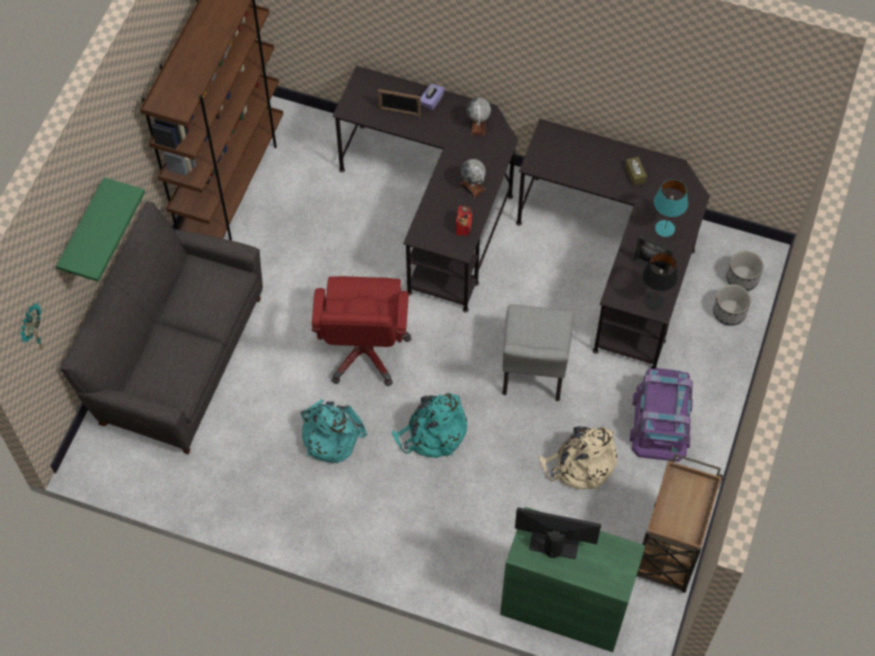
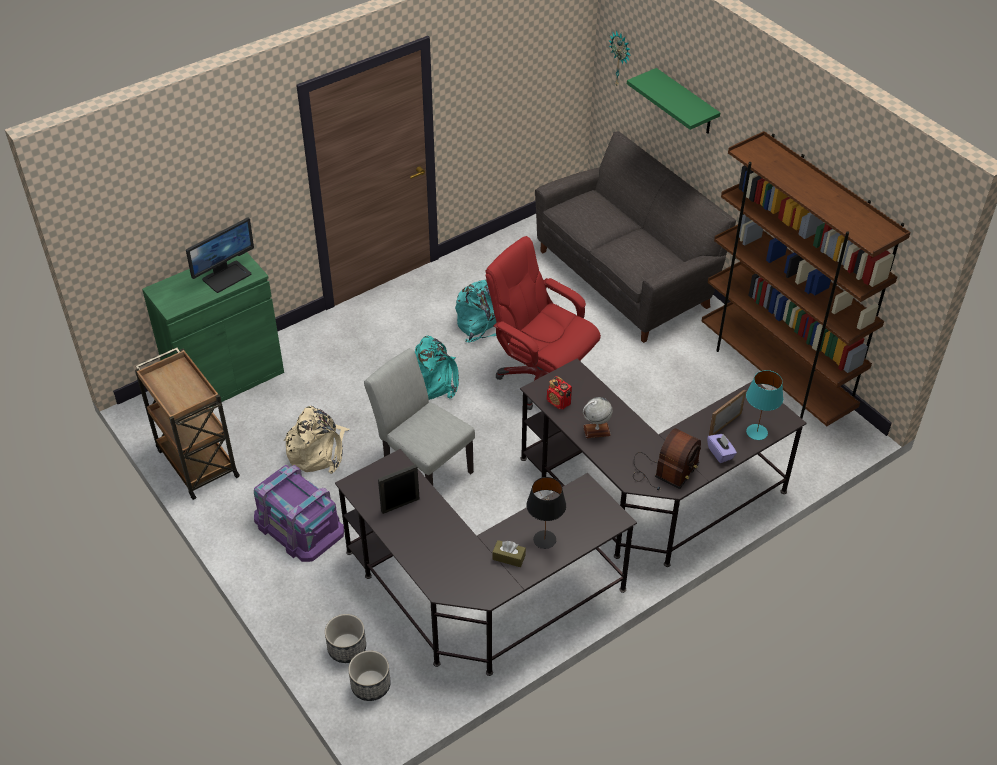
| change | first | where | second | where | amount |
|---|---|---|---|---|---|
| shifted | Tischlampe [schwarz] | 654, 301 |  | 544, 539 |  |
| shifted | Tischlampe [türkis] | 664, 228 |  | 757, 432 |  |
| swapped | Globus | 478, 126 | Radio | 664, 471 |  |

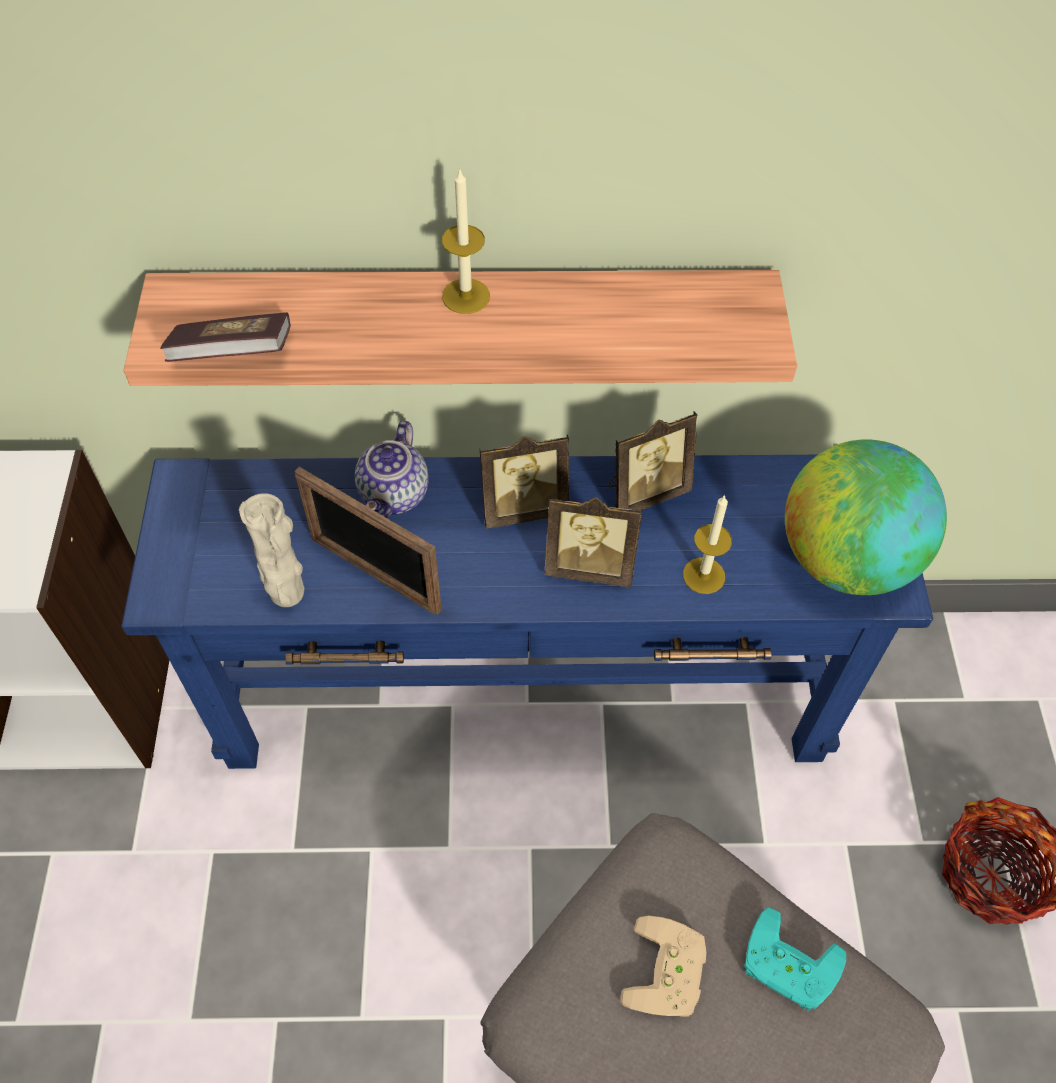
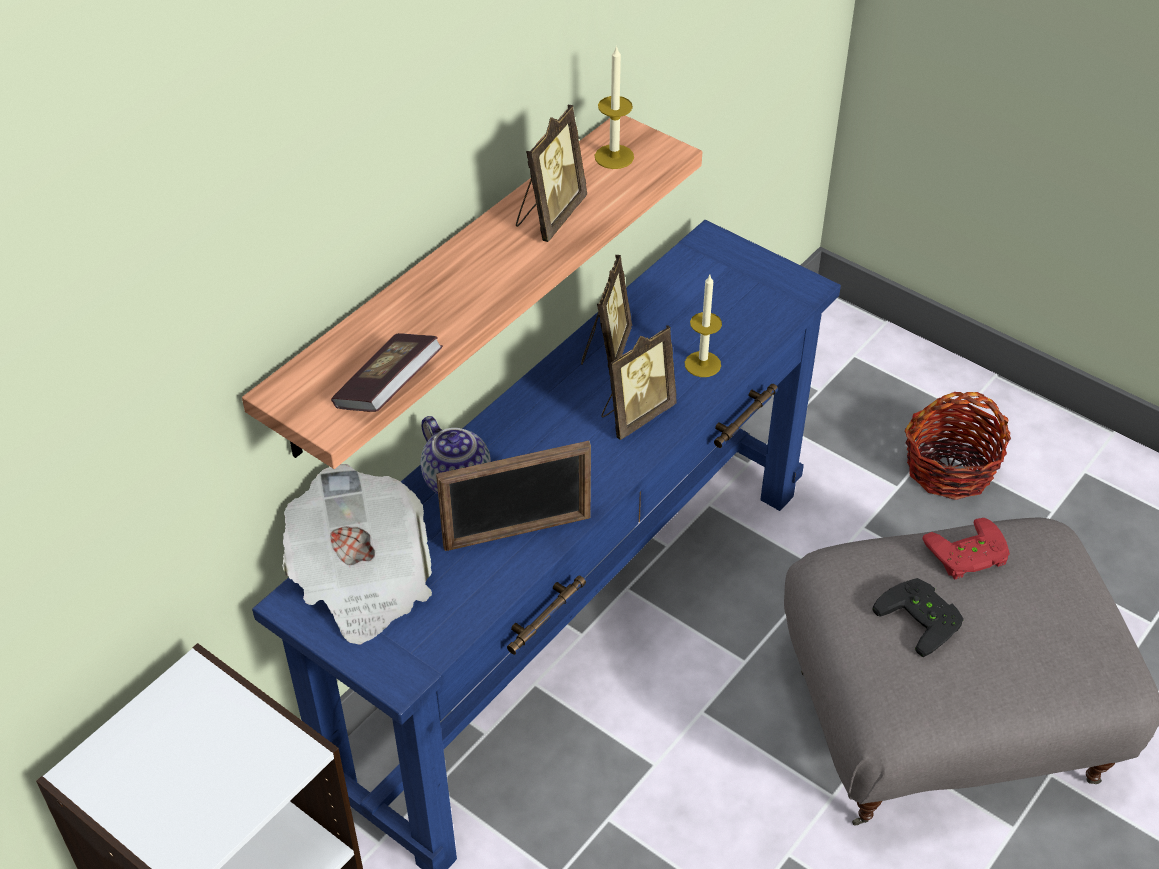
| change | first | where | second | where | amount |
|---|---|---|---|---|---|
| gone | Vase [beige] | 287, 595 |  |  |  |
| gone | Globus | 845, 559 |  |  |  |
| new |  |  | Zeitung | 362, 580 |  |
| shifted | Kerze | 466, 296 |  | 614, 157 |  |
| shifted | Bilderrahmen | 523, 508 |  | 549, 216 |  |
| repainted | Gamepad [beige] | 670, 973 | Gamepad [schwarz] | 923, 618 |  |
| repainted | Gamepad [türkis] | 786, 967 | Gamepad [rot] | 968, 556 |  |

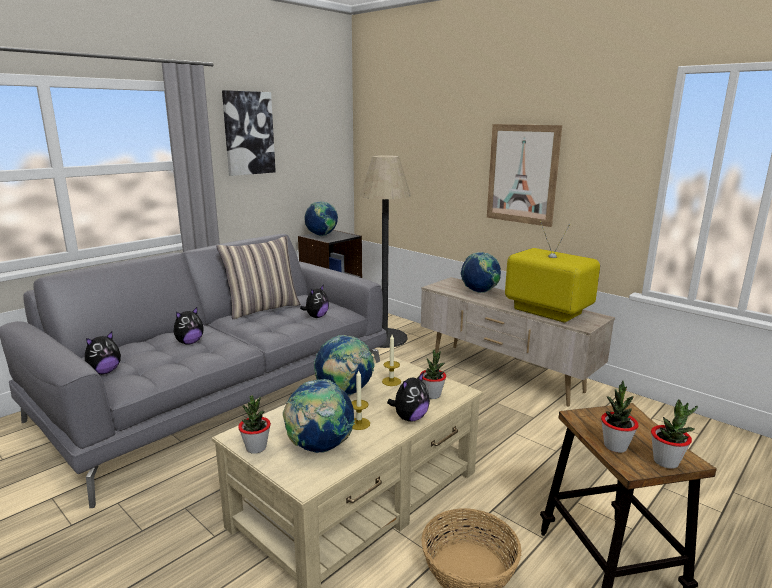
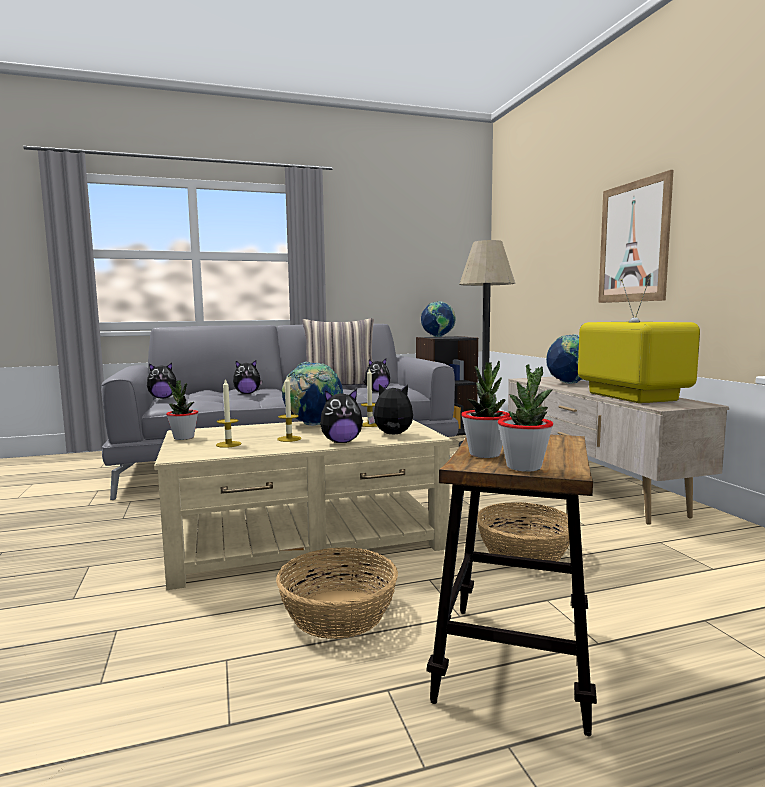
| change | first | where | second | where | amount |
|---|---|---|---|---|---|
| gone | Bild | 248, 133 |  |  |  |
| new |  |  | Korb | 524, 552 |  |
| swapped | Globus | 319, 448 | Kerze | 228, 444 |  |
| swapped | Topfpflanze | 432, 395 | Plüschtier | 392, 435 |  |

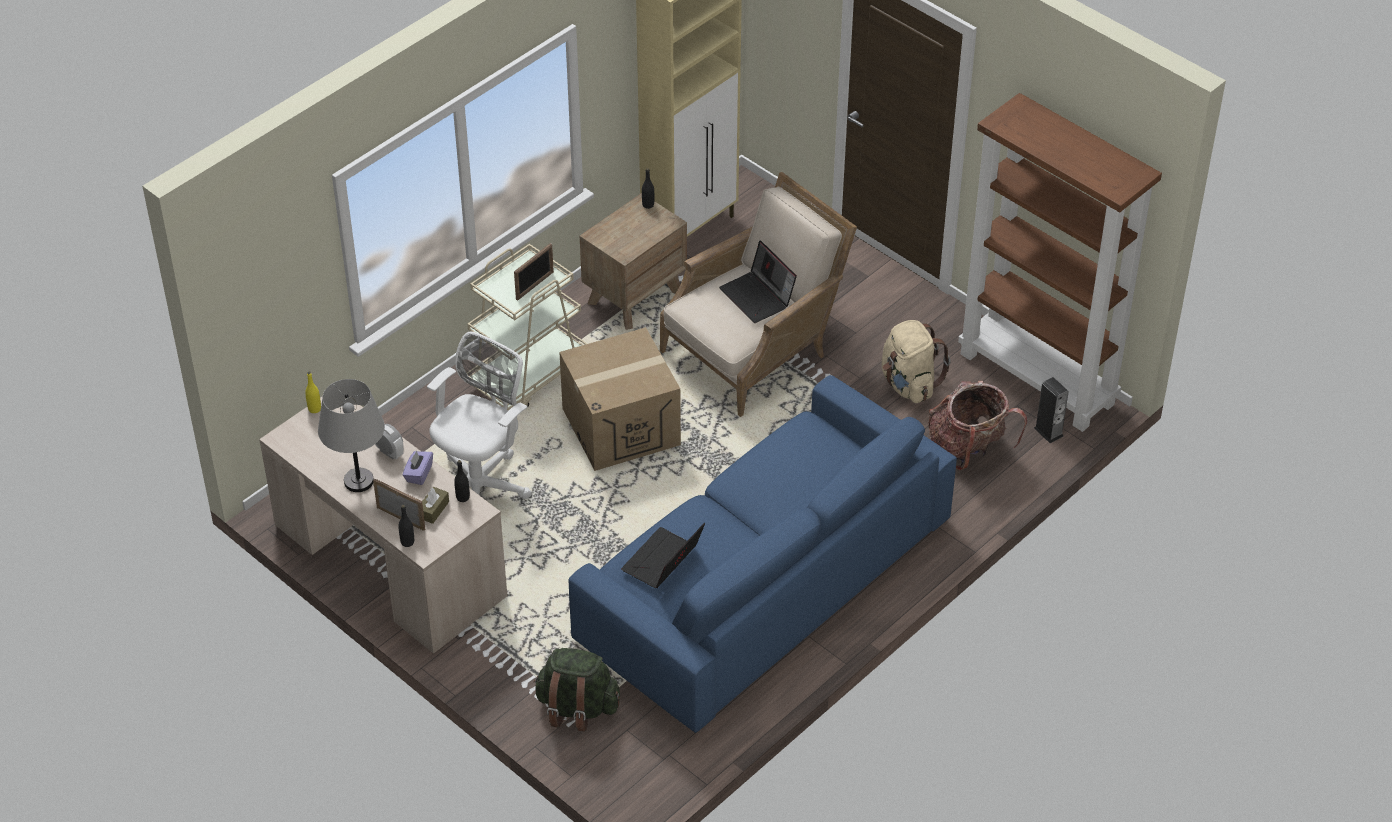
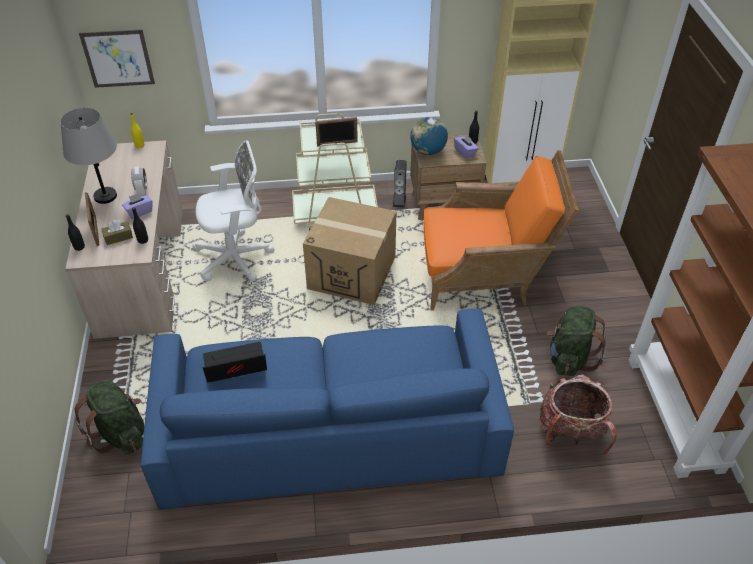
| change | first | where | second | where | amount |
|---|---|---|---|---|---|
| gone | Laptop | 758, 297 |  |  |  |
| new |  |  | Bild | 118, 58 |  |
| new |  |  | Globus | 428, 151 |  |
| new |  |  | Taschentuchbox [lila] | 465, 152 |  |
| shifted | Lautsprecher | 1048, 432 |  | 399, 201 |  |
| repainted | Sessel [beige] | 755, 349 | Sessel [orange] | 485, 274 |  |
| repainted | Rucksack [beige] | 909, 384 | Rucksack [grün] | 569, 358 |  |

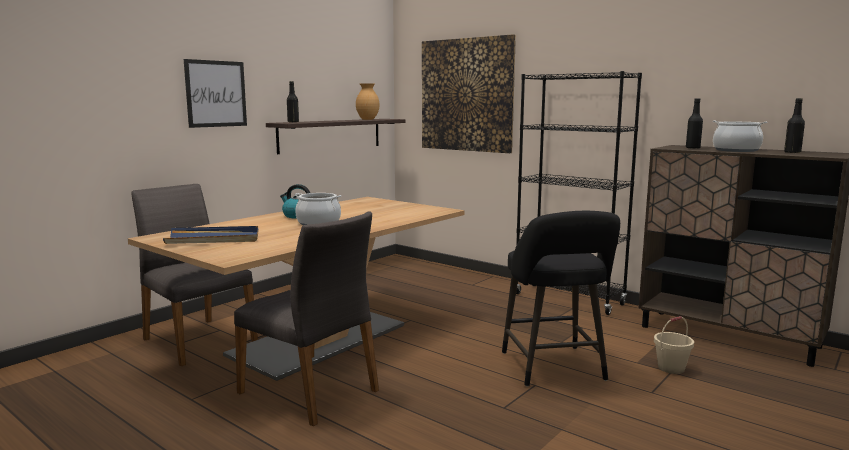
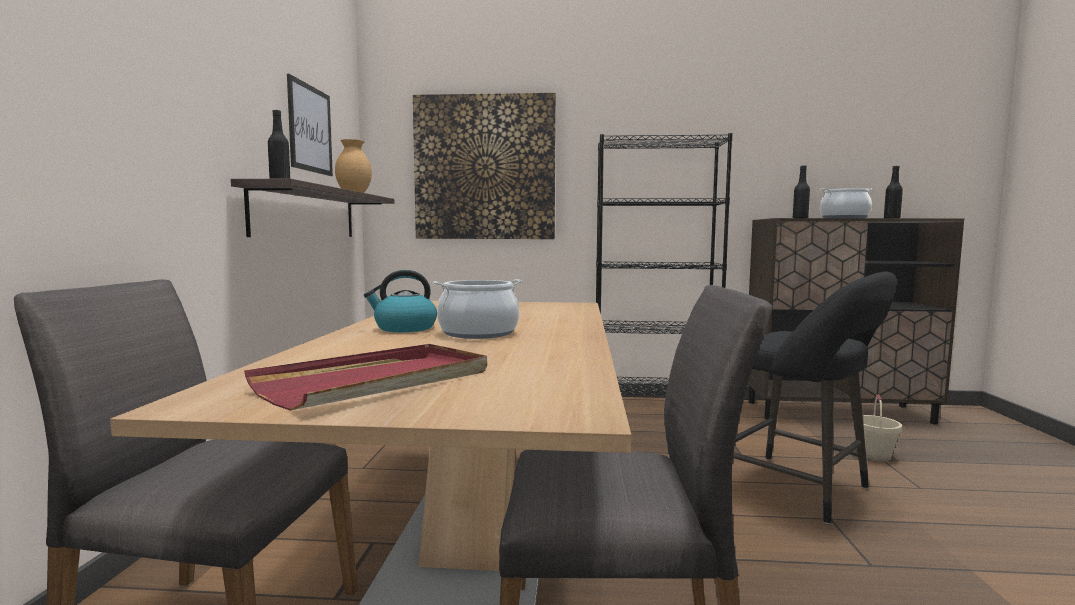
| change | first | where | second | where | amount |
|---|---|---|---|---|---|
| shifted | Bild | 216, 94 |  | 310, 129 |  |
| repainted | Tablett [blau] | 214, 239 | Tablett [rot] | 378, 381 |  |

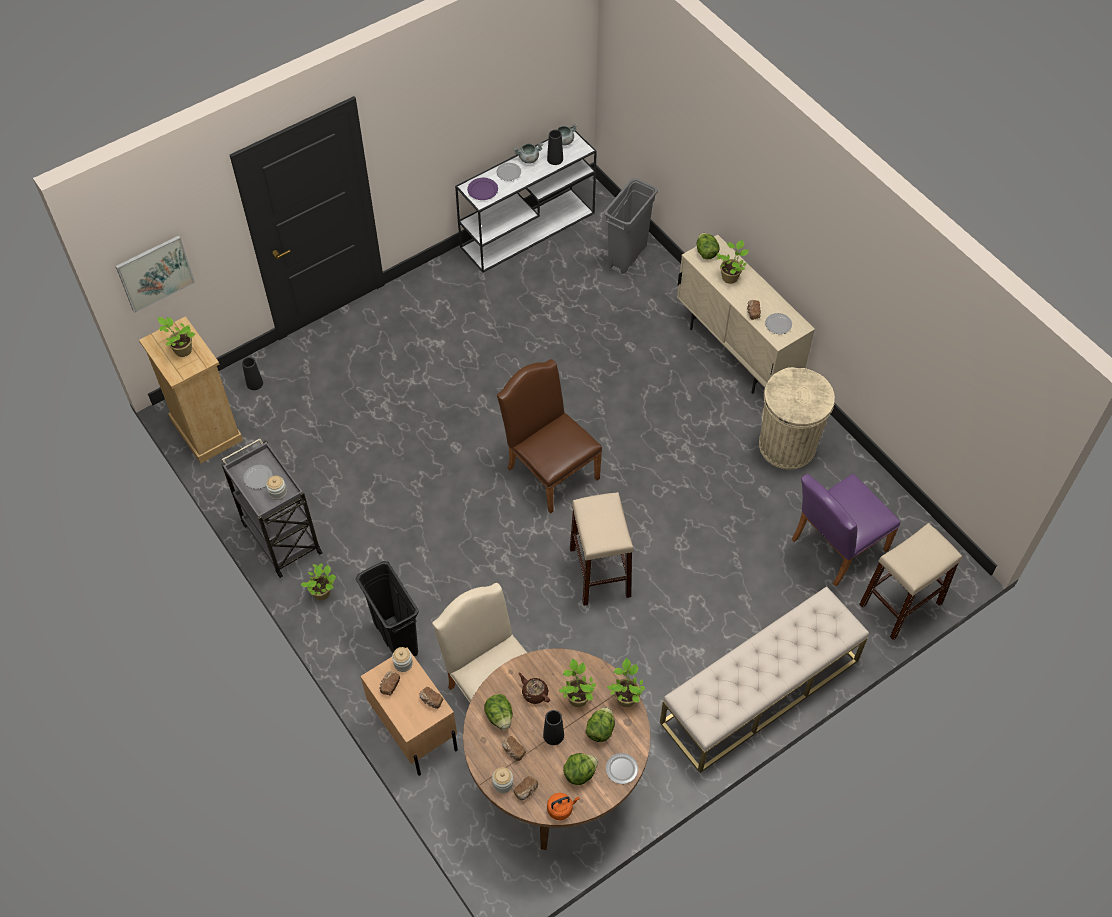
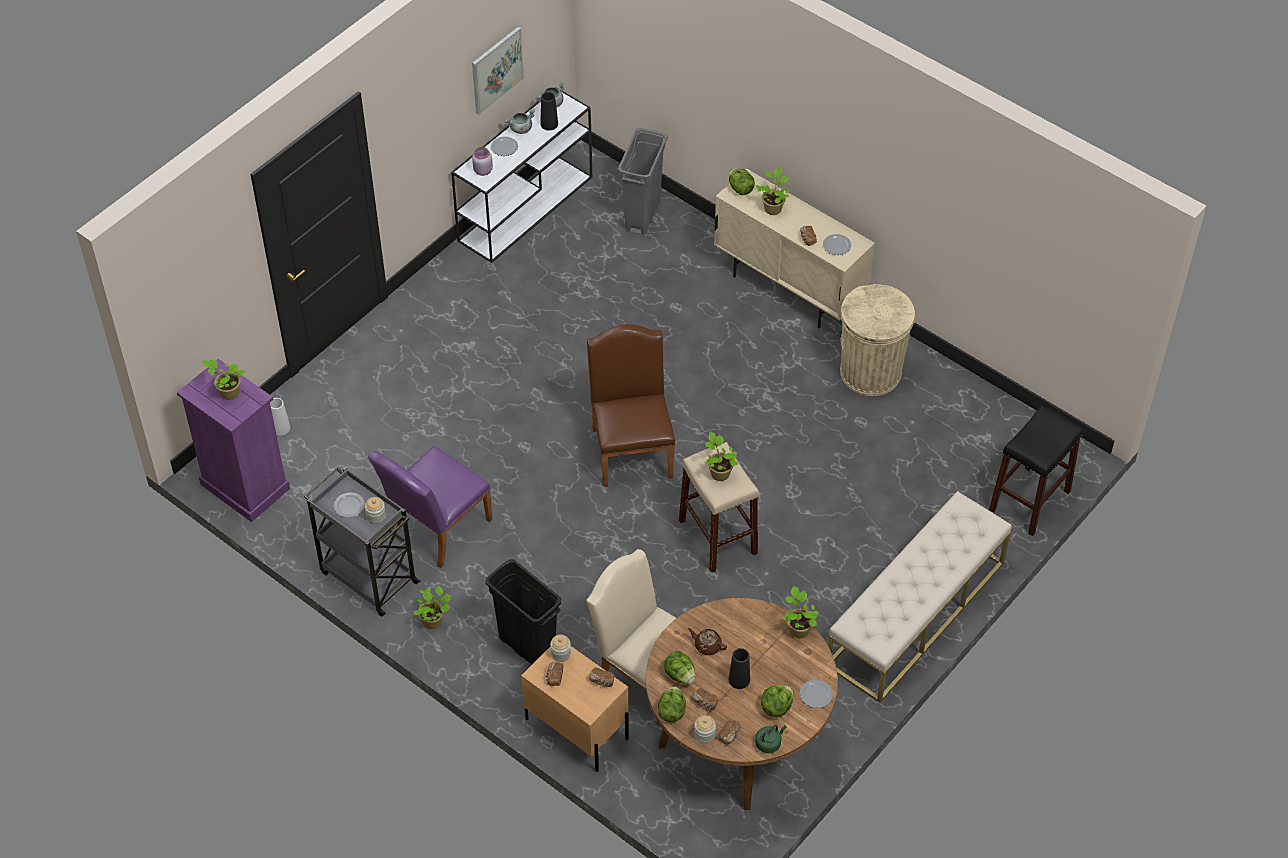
| change | first | where | second | where | amount |
|---|---|---|---|---|---|
| shifted | Bild | 155, 273 |  | 497, 69 |  |
| shifted | Topfpflanze | 577, 697 |  | 719, 473 |  |
| shifted | Salatkopf | 600, 730 |  | 671, 711 |  |
| shifted | Stuhl [lila] | 834, 547 |  | 435, 529 |  |
| swapped | Teller [lila] | 482, 190 | Vorratsglas [rosa] | 482, 171 |  |
| repainted | Kommode [beige] | 206, 429 | Kommode [lila] | 244, 486 |  |
| repainted | Vase [schwarz] | 254, 383 | Vase [weiß] | 280, 428 |  |
| repainted | Wasserkessel [orange] | 561, 808 | Wasserkessel [grün] | 769, 743 |  |
| repainted | Hocker [beige] | 900, 604 | Hocker [schwarz] | 1029, 500 |  |
| rotated | Stuhl [braun] | 549, 469 |  | 631, 447 | 45 degrees clockwise |

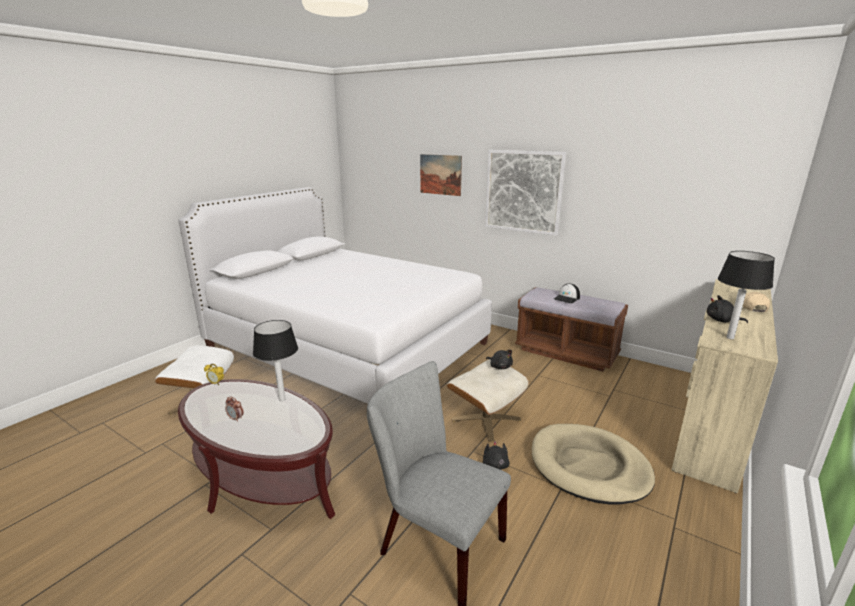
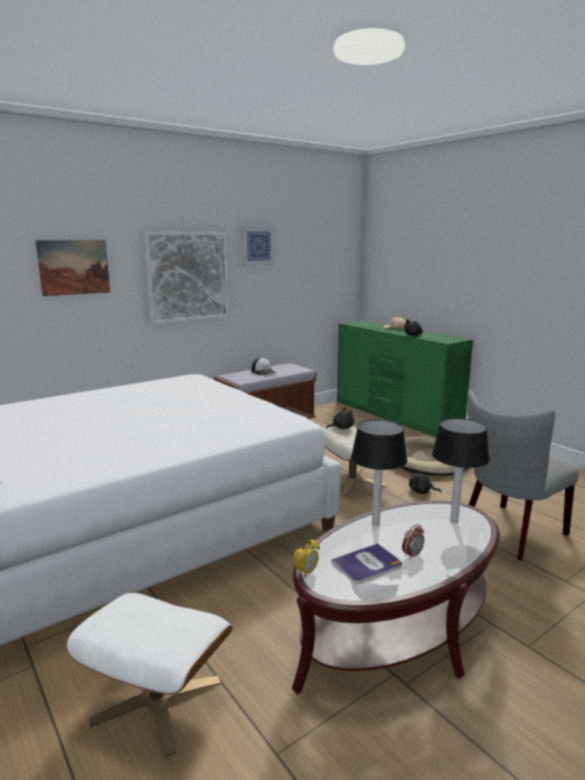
| change | first | where | second | where | amount |
|---|---|---|---|---|---|
| new |  |  | Bild | 257, 245 |  |
| new |  |  | Buch | 367, 564 |  |
| shifted | Tischlampe | 730, 337 |  | 454, 521 |  |
| repainted | Kommode [beige] | 710, 423 | Kommode [grün] | 395, 416 |  |

